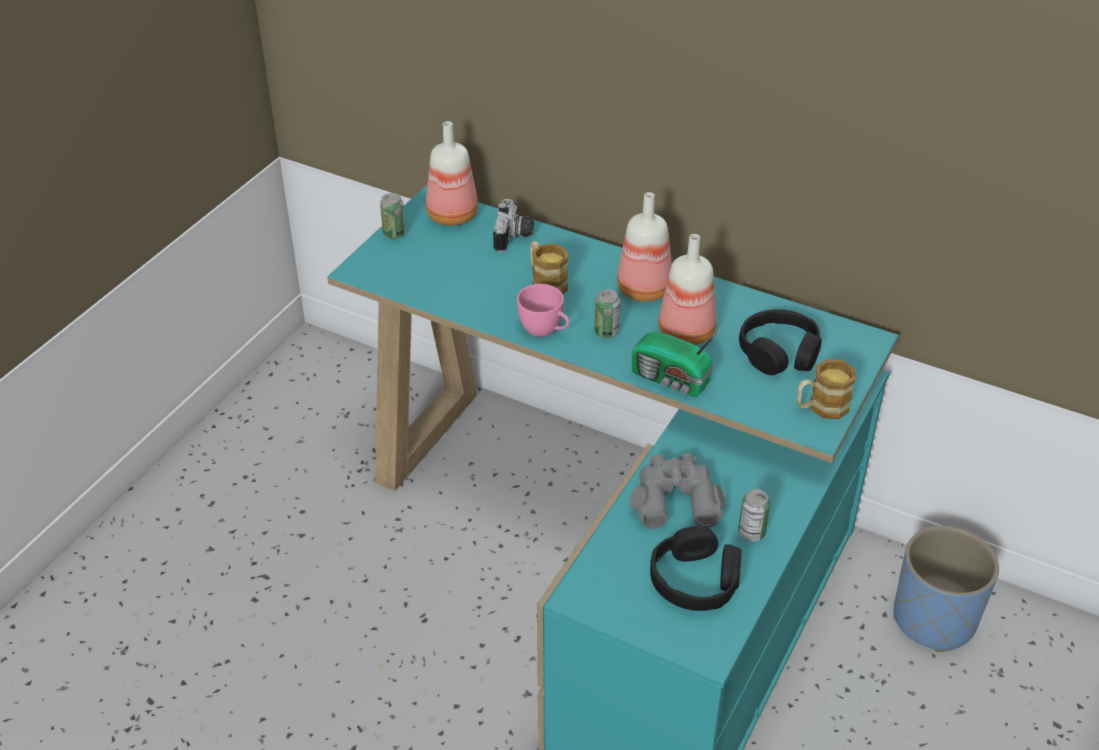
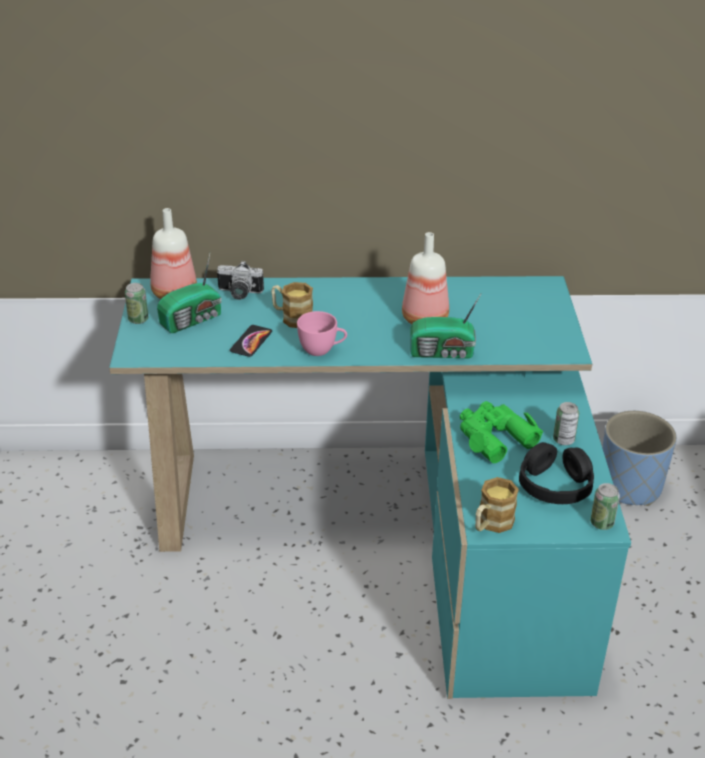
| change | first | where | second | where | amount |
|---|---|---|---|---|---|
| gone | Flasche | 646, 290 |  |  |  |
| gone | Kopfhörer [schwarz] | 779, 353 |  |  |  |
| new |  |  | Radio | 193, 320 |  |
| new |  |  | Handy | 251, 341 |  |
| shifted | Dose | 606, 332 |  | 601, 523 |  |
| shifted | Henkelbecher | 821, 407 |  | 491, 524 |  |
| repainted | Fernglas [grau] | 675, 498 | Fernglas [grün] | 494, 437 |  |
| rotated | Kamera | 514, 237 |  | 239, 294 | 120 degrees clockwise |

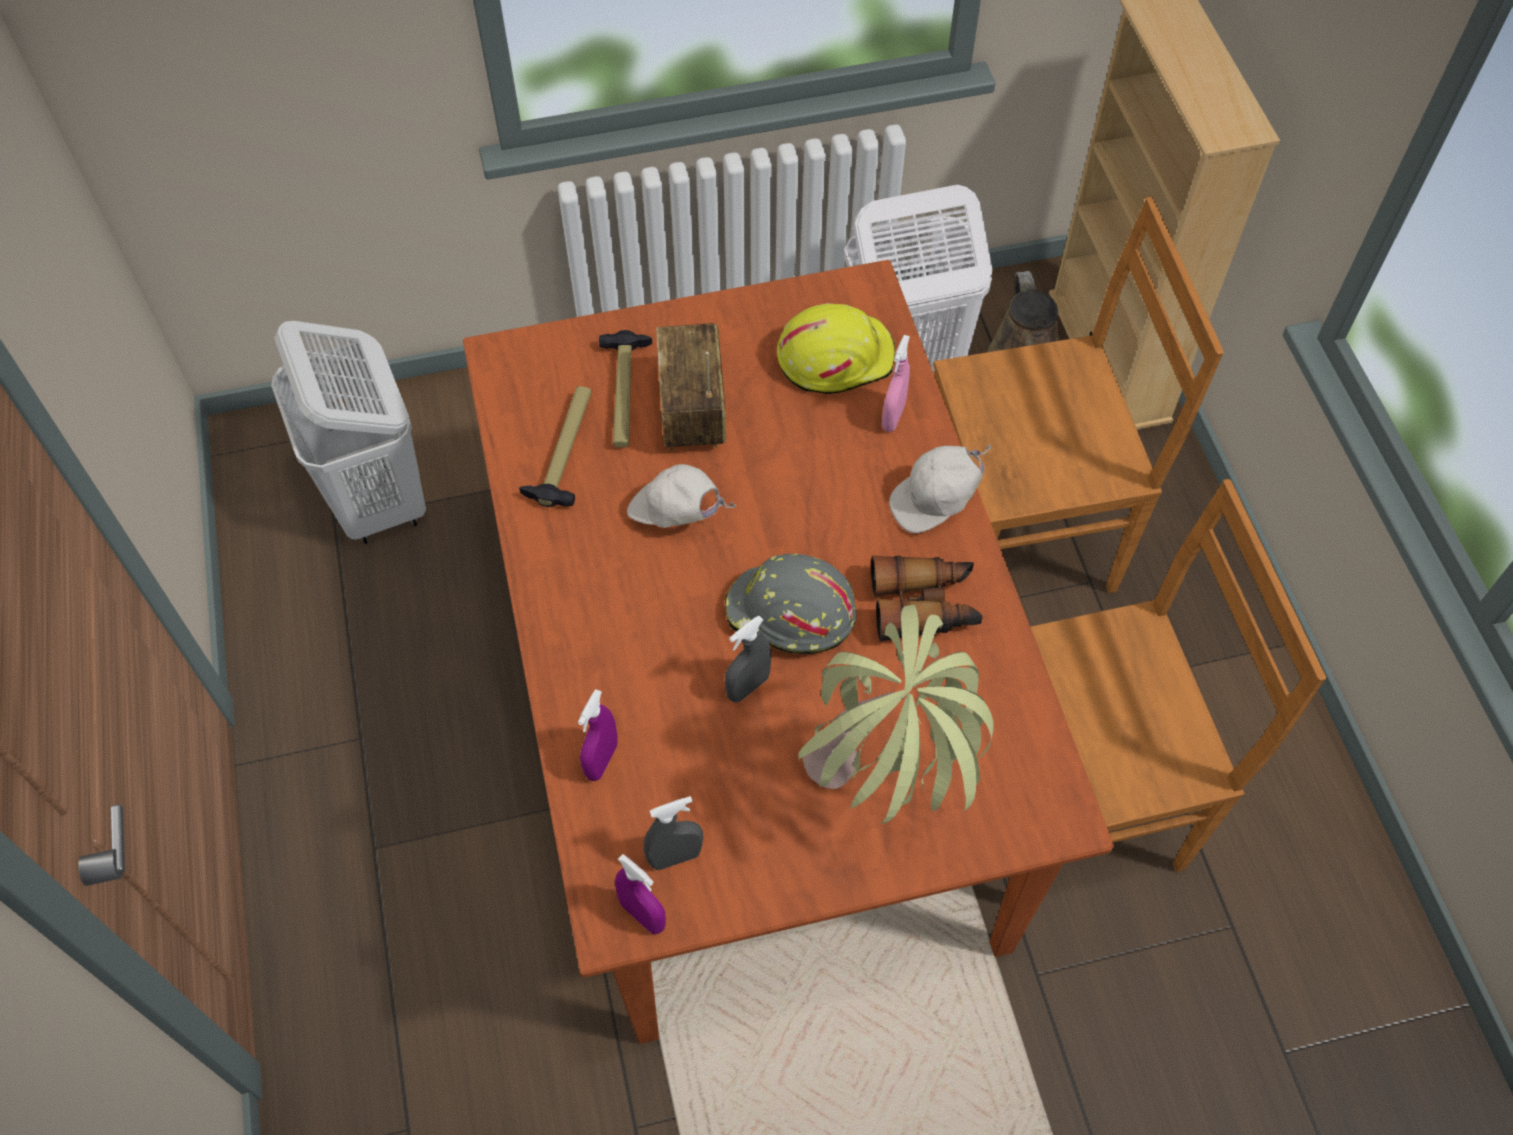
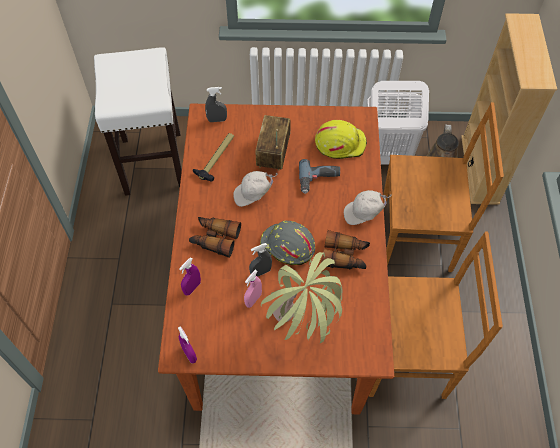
| change | first | where | second | where | amount |
|---|---|---|---|---|---|
| gone | Hammer | 624, 394 |  |  |  |
| new |  |  | Fernglas | 215, 239 |  |
| new |  |  | Bohrmaschine | 319, 180 |  |
| shifted | Sprühflasche [grau] | 675, 857 |  | 217, 120 |  |
| shifted | Sprühflasche [rosa] | 893, 417 |  | 253, 300 |  |
| swapped | Wäschekorb [weiß] | 378, 501 | Hocker [weiß] | 153, 164 |  |
| rotated | Kappe [weiß] | 676, 515 |  | 253, 194 | 60 degrees counterclockwise |

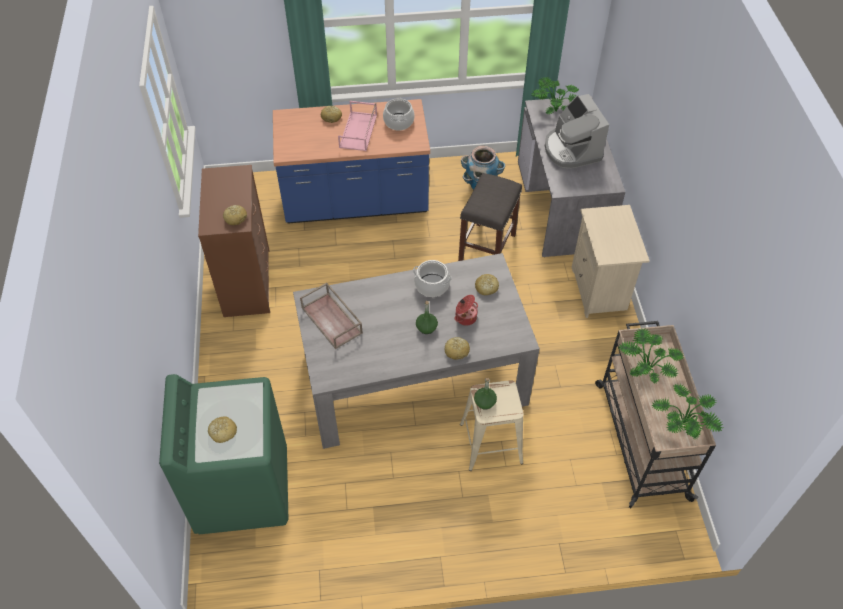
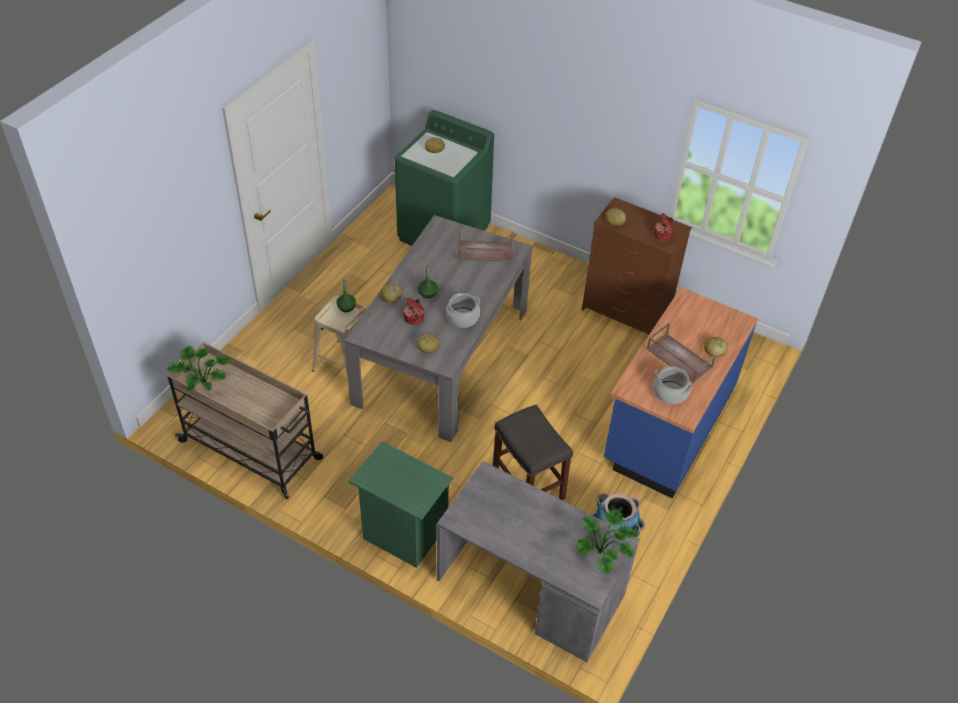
| change | first | where | second | where | amount |
|---|---|---|---|---|---|
| gone | Kaffeemaschine | 571, 150 |  |  |  |
| gone | Topfpflanze | 645, 369 |  |  |  |
| new |  |  | Kochtopf | 663, 235 |  |
| repainted | Tablett [rosa] | 358, 131 | Tablett [braun] | 678, 358 |  |
| repainted | Nachttisch [beige] | 600, 290 | Nachttisch [grün] | 402, 535 |  |

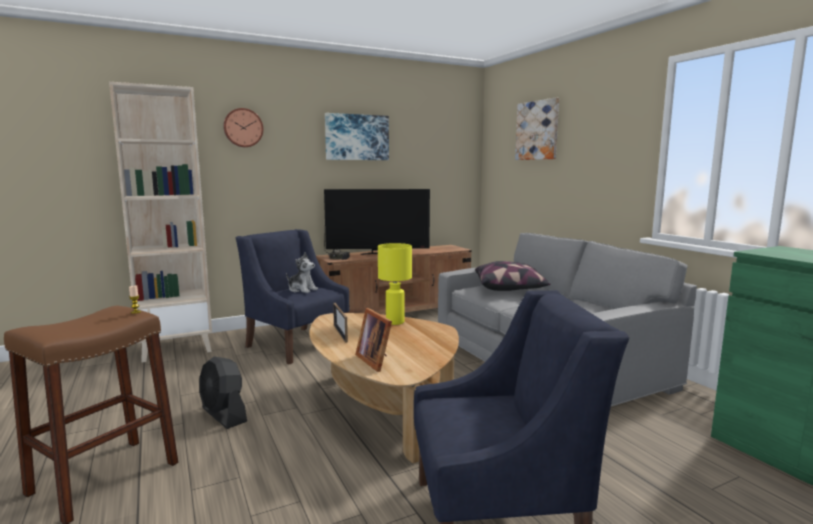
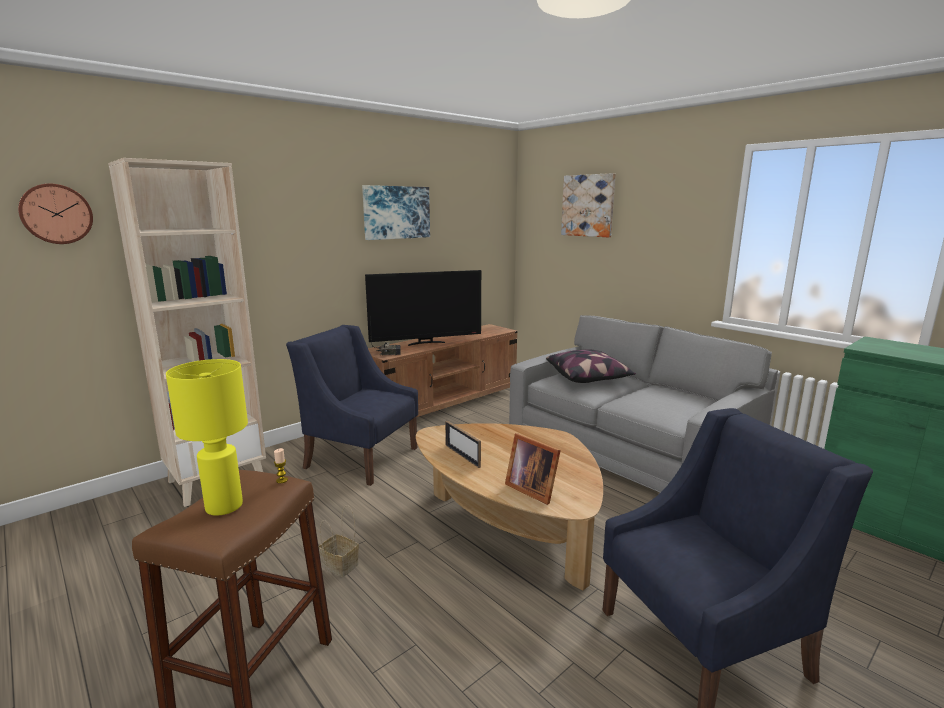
| change | first | where | second | where | amount |
|---|---|---|---|---|---|
| gone | Plüschtier | 302, 289 |  |  |  |
| shifted | Wanduhr | 243, 128 |  | 56, 214 |  |
| shifted | Tischlampe [gelb] | 395, 322 |  | 225, 506 |  |
| swapped | Ventilator [schwarz] | 224, 415 | Korb | 341, 565 |  |

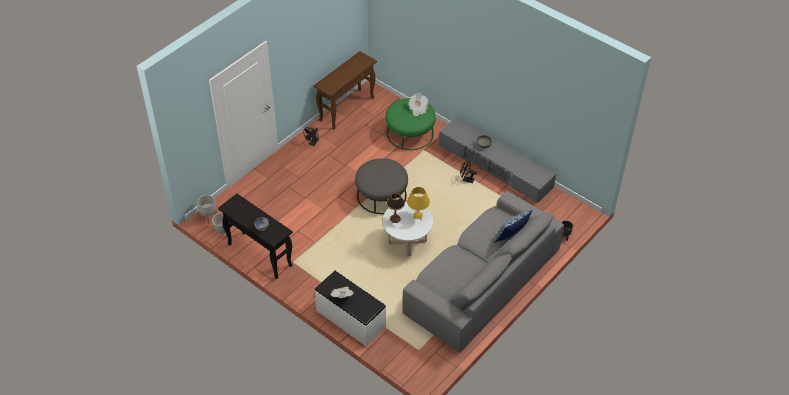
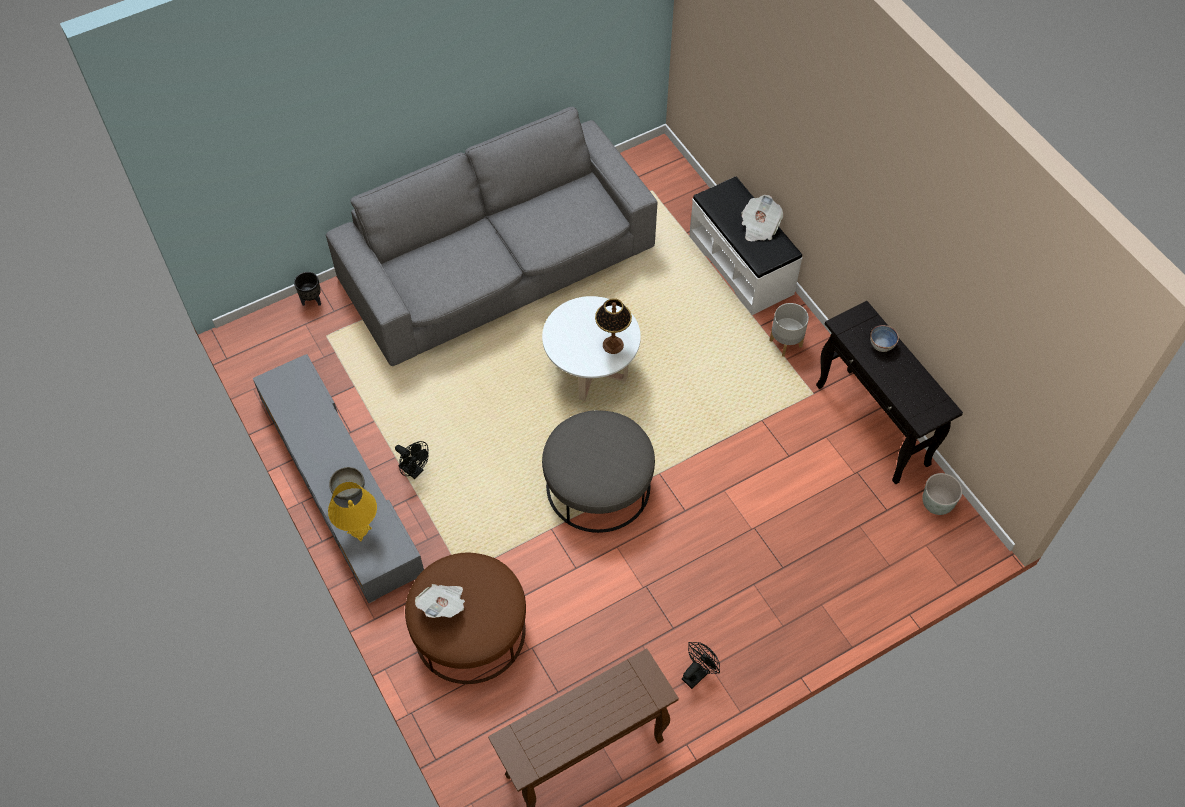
| change | first | where | second | where | amount |
|---|---|---|---|---|---|
| gone | Kissen | 511, 237 |  |  |  |
| shifted | Pflanzkübel [grau] | 208, 217 |  | 786, 343 |  |
| shifted | Tischlampe [gelb] | 418, 216 |  | 359, 530 |  |
| repainted | Polsterhocker [grün] | 410, 133 | Polsterhocker [braun] | 469, 631 |  |

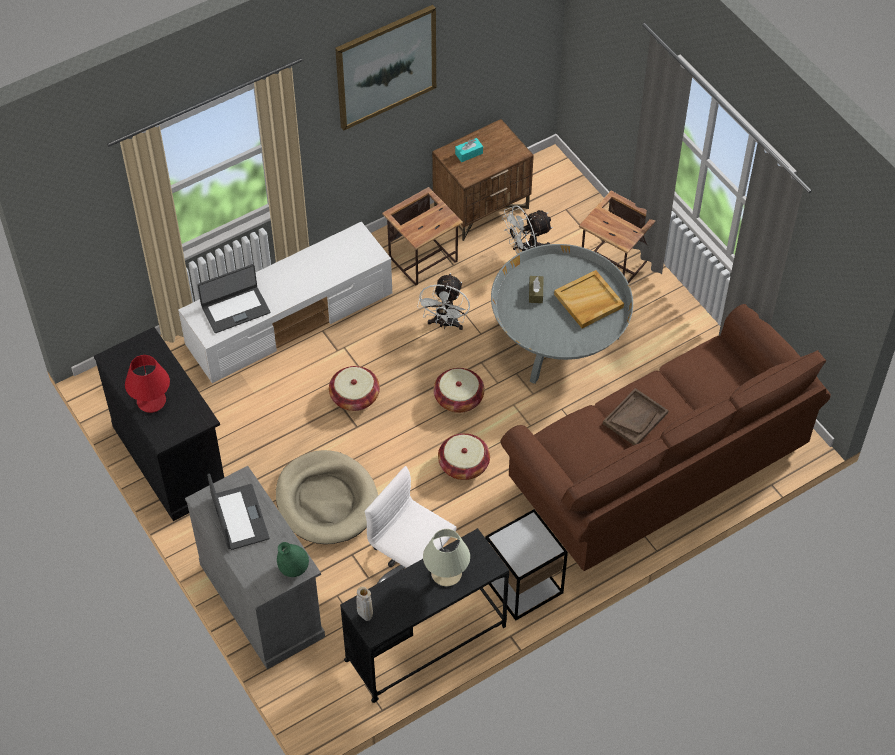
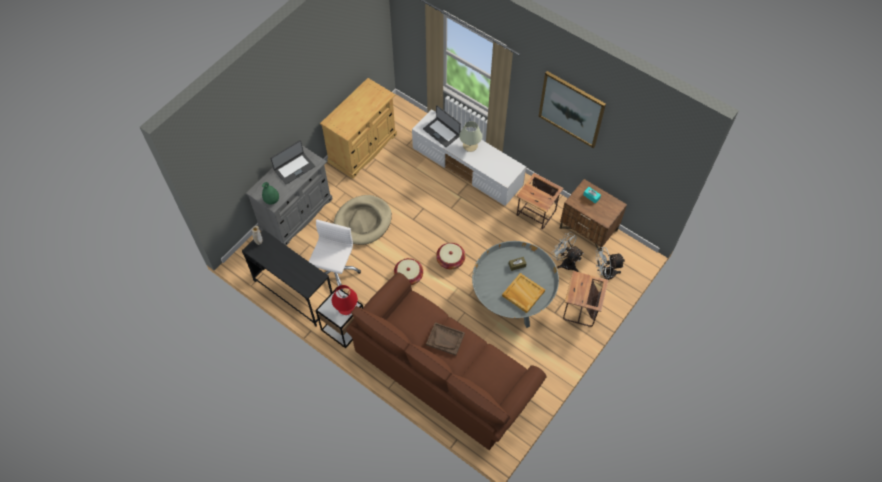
| change | first | where | second | where | amount |
|---|---|---|---|---|---|
| gone | Korb | 354, 397 |  |  |  |
| shifted | Tischlampe [rot] | 151, 401 |  | 346, 307 |  |
| shifted | Ventilator [weiß] | 445, 324 |  | 604, 274 |  |
| shifted | Tischlampe [beige] | 446, 573 |  | 470, 146 |  |
| repainted | Schrank [schwarz] | 171, 458 | Schrank [beige] | 363, 148 |  |

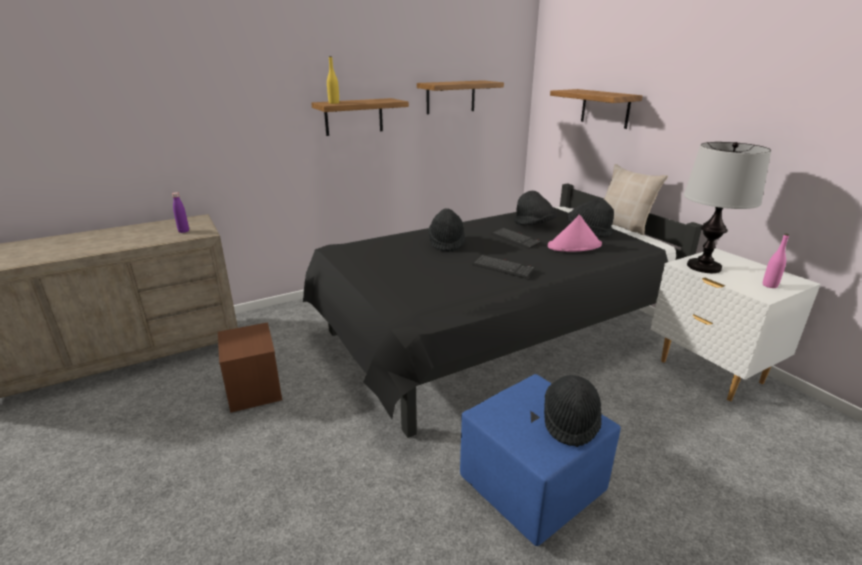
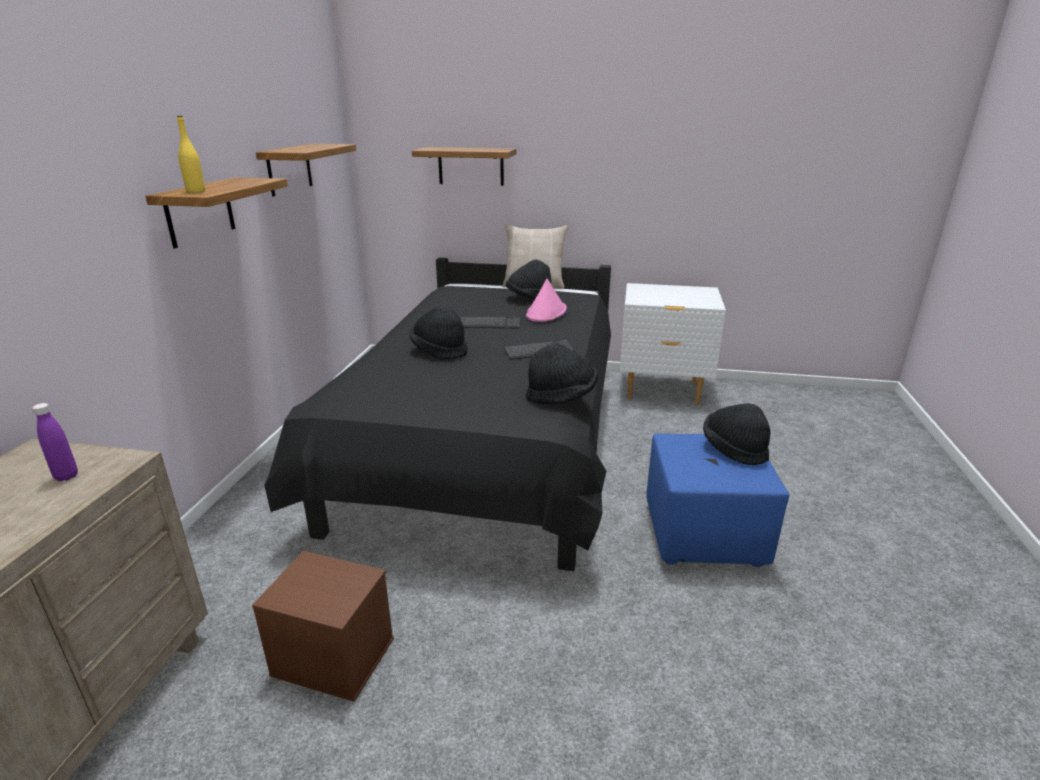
| change | first | where | second | where | amount |
|---|---|---|---|---|---|
| gone | Tischlampe | 704, 267 |  |  |  |
| gone | Flasche [rosa] | 769, 285 |  |  |  |
| shifted | Hut [schwarz] | 534, 225 |  | 561, 396 |  |

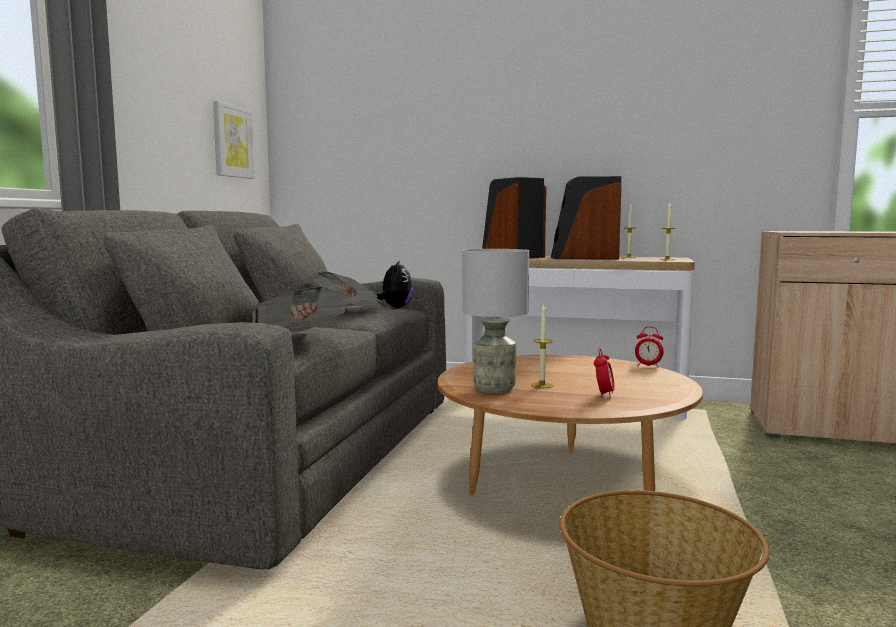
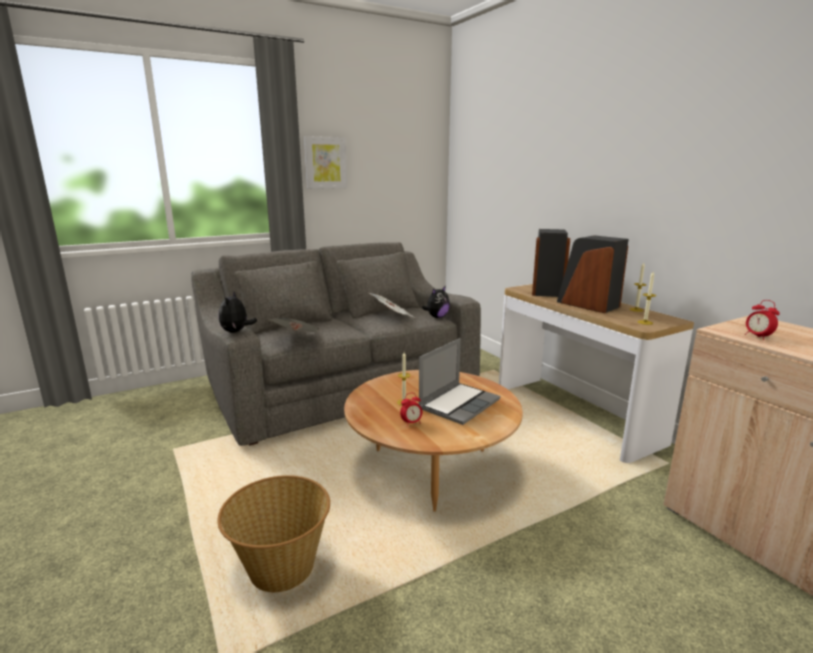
| change | first | where | second | where | amount |
|---|---|---|---|---|---|
| gone | Tischlampe [grau] | 494, 389 |  |  |  |
| new |  |  | Plüschtier | 236, 332 |  |
| new |  |  | Laptop | 459, 404 |  |
| shifted | Bild | 232, 141 |  | 325, 163 |  |
| shifted | Wecker | 648, 366 |  | 757, 337 |  |

